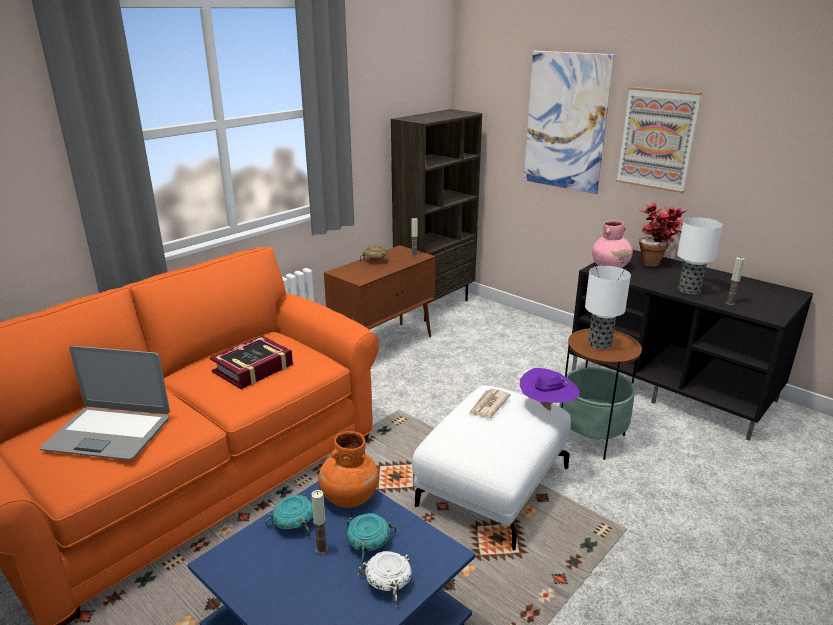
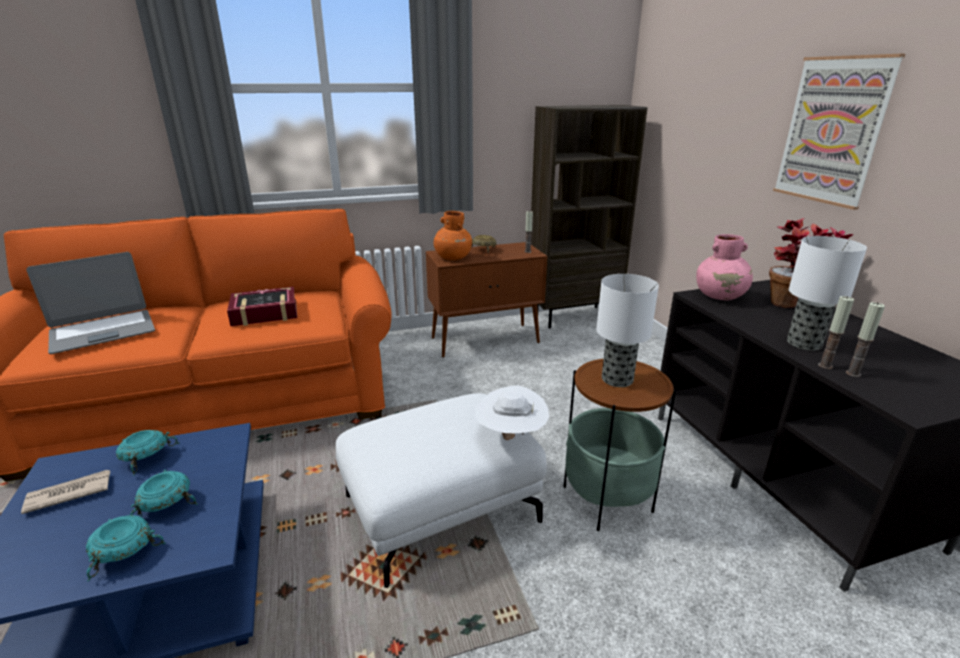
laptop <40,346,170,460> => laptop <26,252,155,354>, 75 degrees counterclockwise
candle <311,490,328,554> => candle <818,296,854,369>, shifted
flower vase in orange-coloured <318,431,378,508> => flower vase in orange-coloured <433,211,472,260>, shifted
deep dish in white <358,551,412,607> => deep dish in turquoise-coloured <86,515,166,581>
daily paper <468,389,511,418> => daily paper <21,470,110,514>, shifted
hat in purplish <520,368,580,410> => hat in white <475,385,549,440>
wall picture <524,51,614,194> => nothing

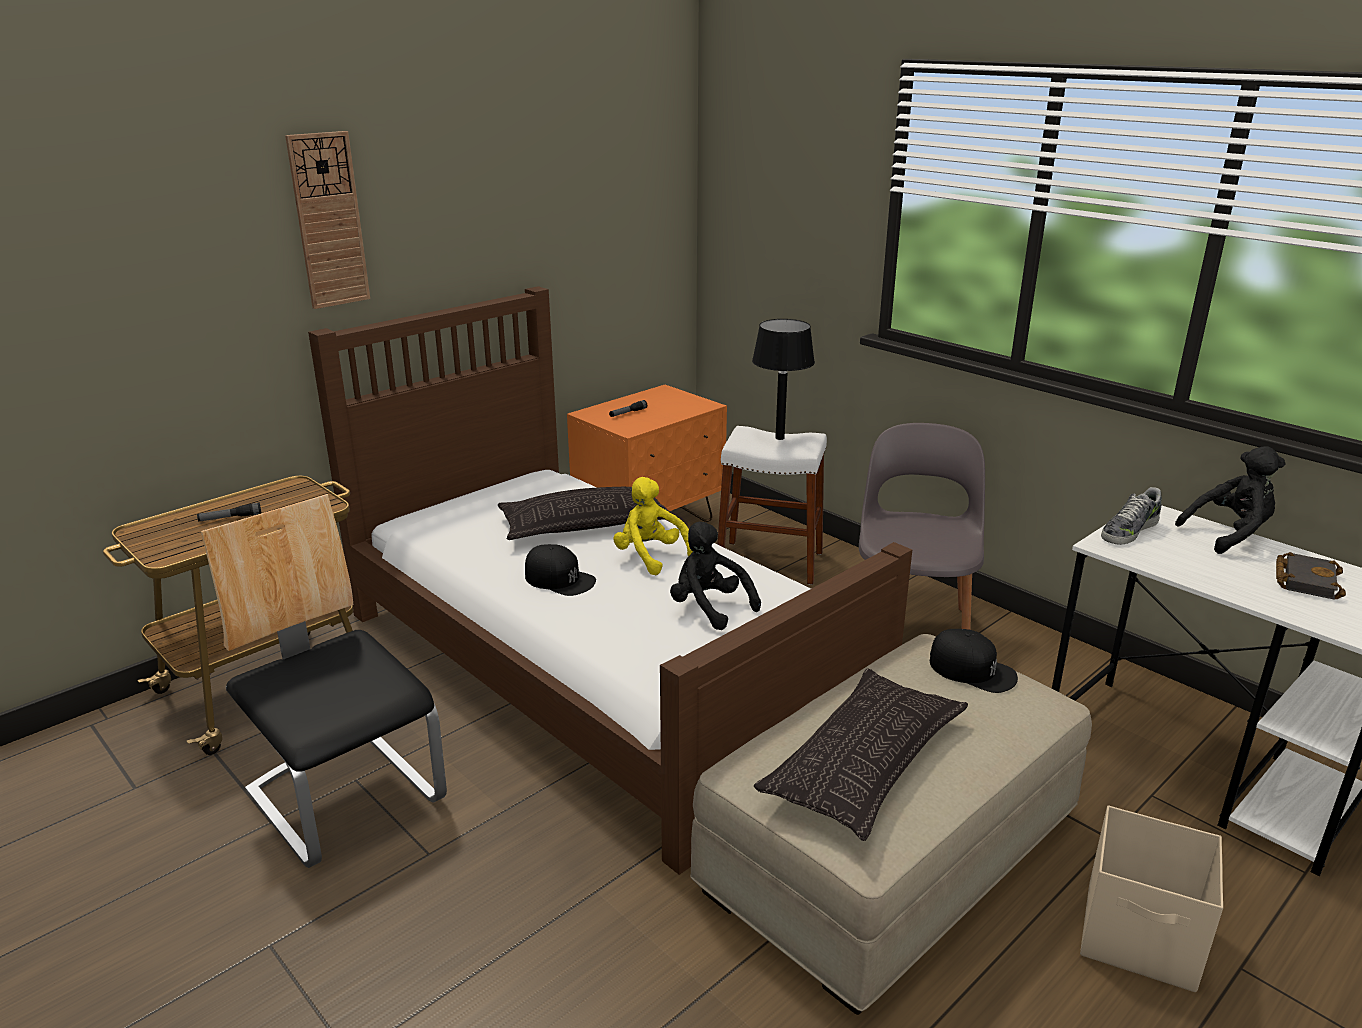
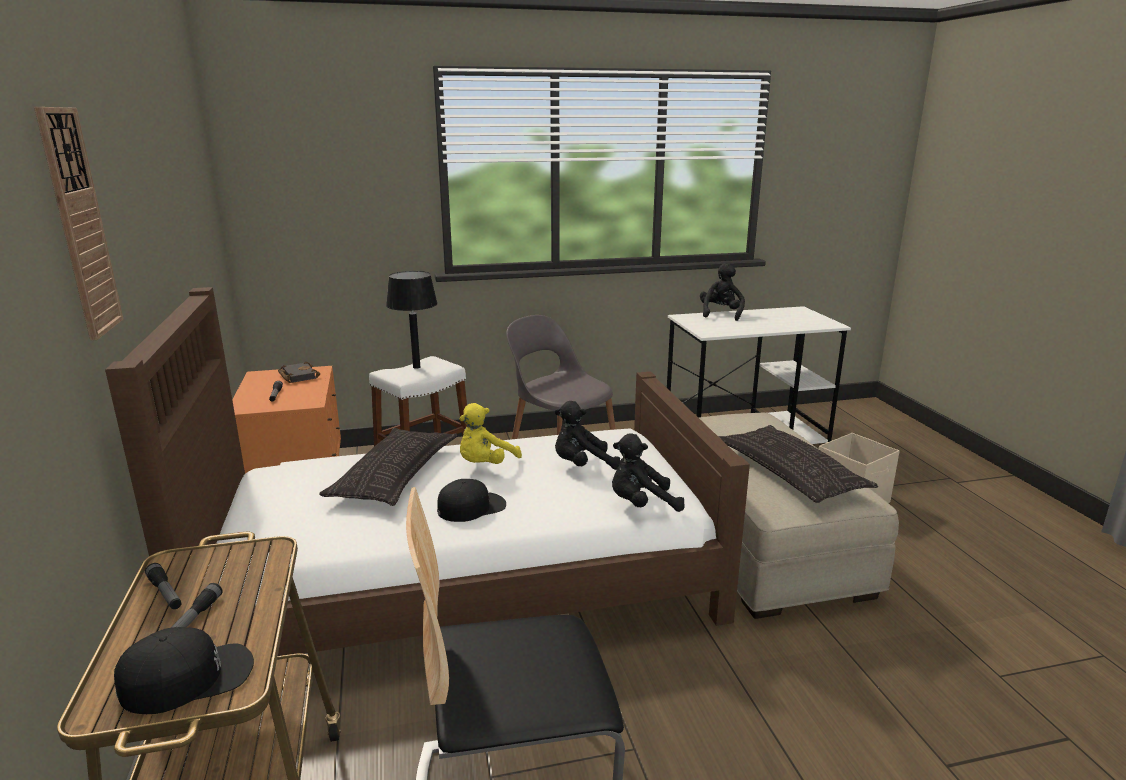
cuddly toy in yellow <613,477,693,575> => cuddly toy in yellow <460,403,522,464>, 45 degrees counterclockwise
baseball cap in blackish <930,629,1018,693> => baseball cap in blackish <114,627,254,714>, shifted
shoe <1101,487,1162,545> => nothing
bound book in blackish <1276,552,1346,600> => bound book in blackish <278,362,320,383>, shifted
nothing => torch <145,563,181,609>
nothing => cuddly toy in blackish <612,433,685,512>

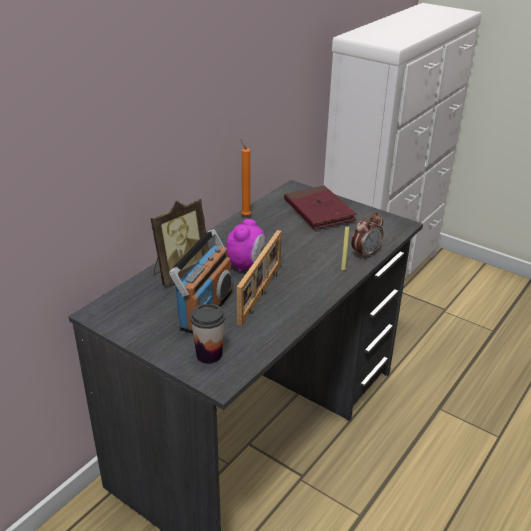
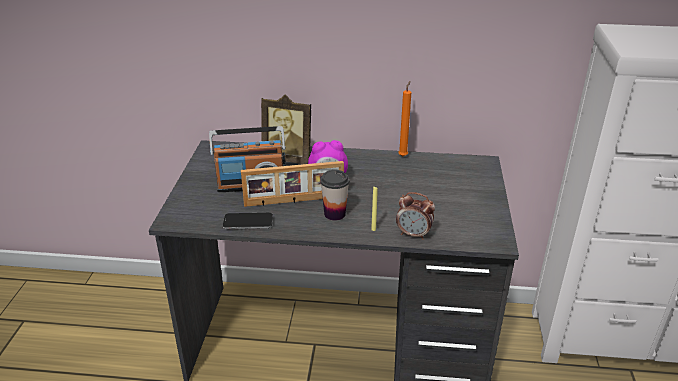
small cup <190,303,225,364> => small cup <320,170,350,221>, shifted
bound book in red <284,185,357,230> => nothing
nothing => telephone <222,213,273,229>

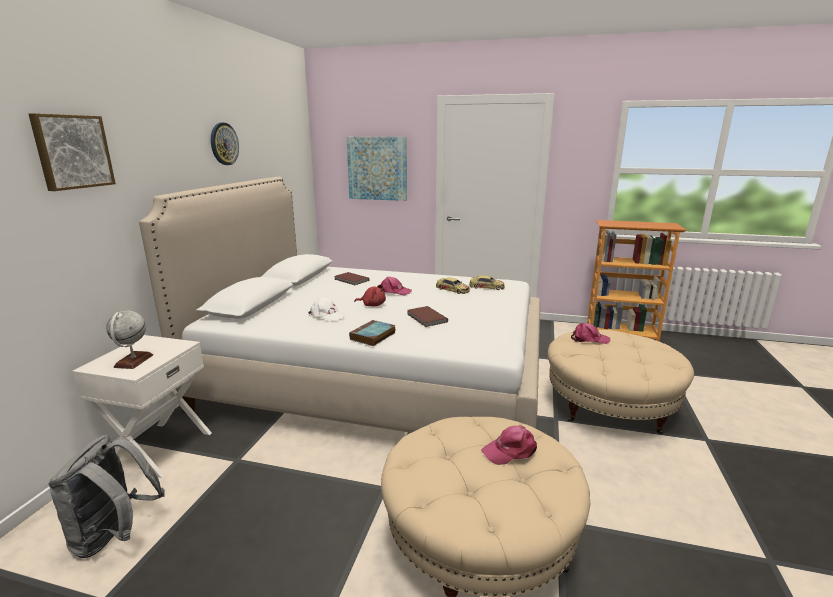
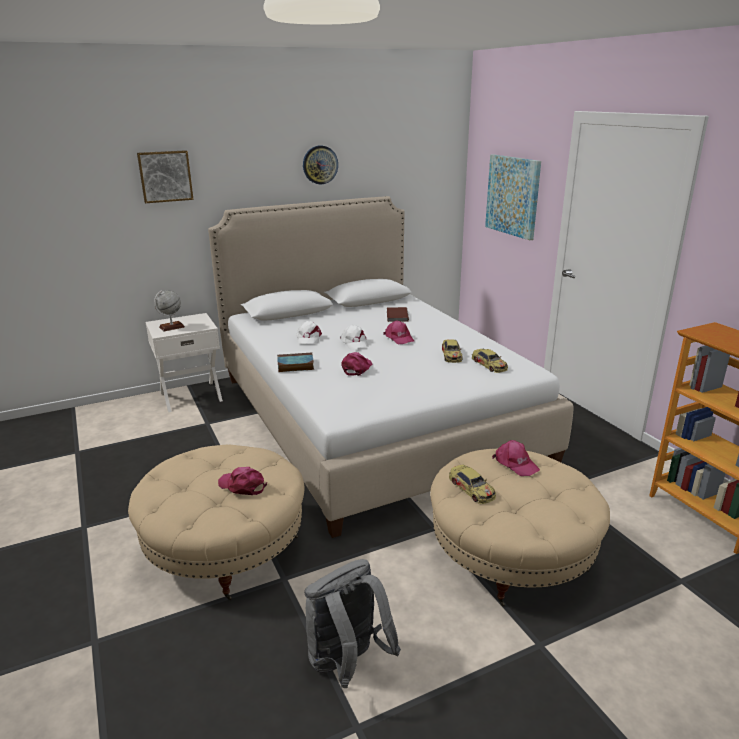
backpack in gray <48,434,165,558> => backpack in gray <304,559,401,688>, shifted
cuddly toy in red <354,284,386,306> => baseball cap in white <340,325,369,349>
bound book in brownish <407,306,448,327> => baseball cap in pink <341,352,372,376>
nothing => miniature car <449,465,496,504>

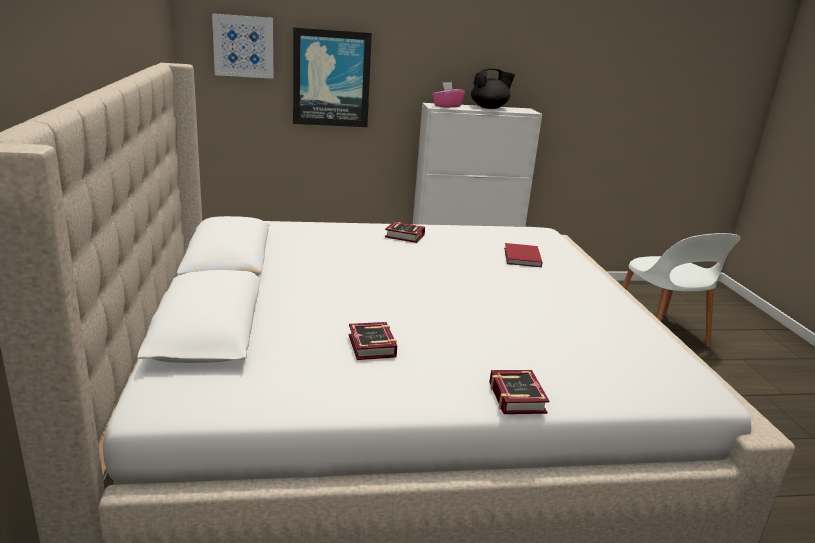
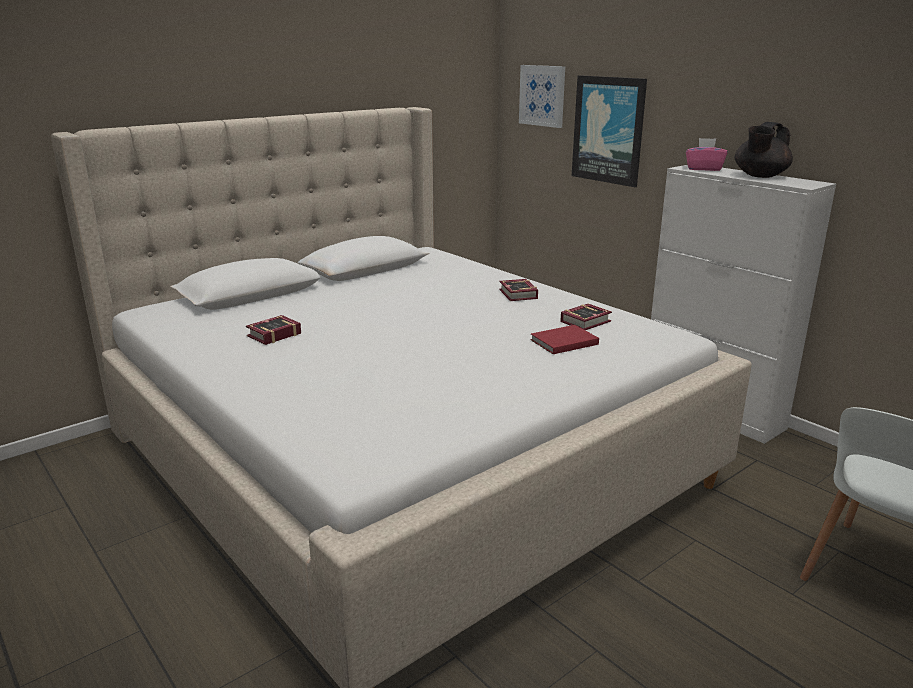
pot for tea in blackish <471,68,515,109> => pot for tea in blackish <735,122,793,178>, 90 degrees clockwise
bound book <489,370,549,414> => bound book <560,304,612,330>, shifted

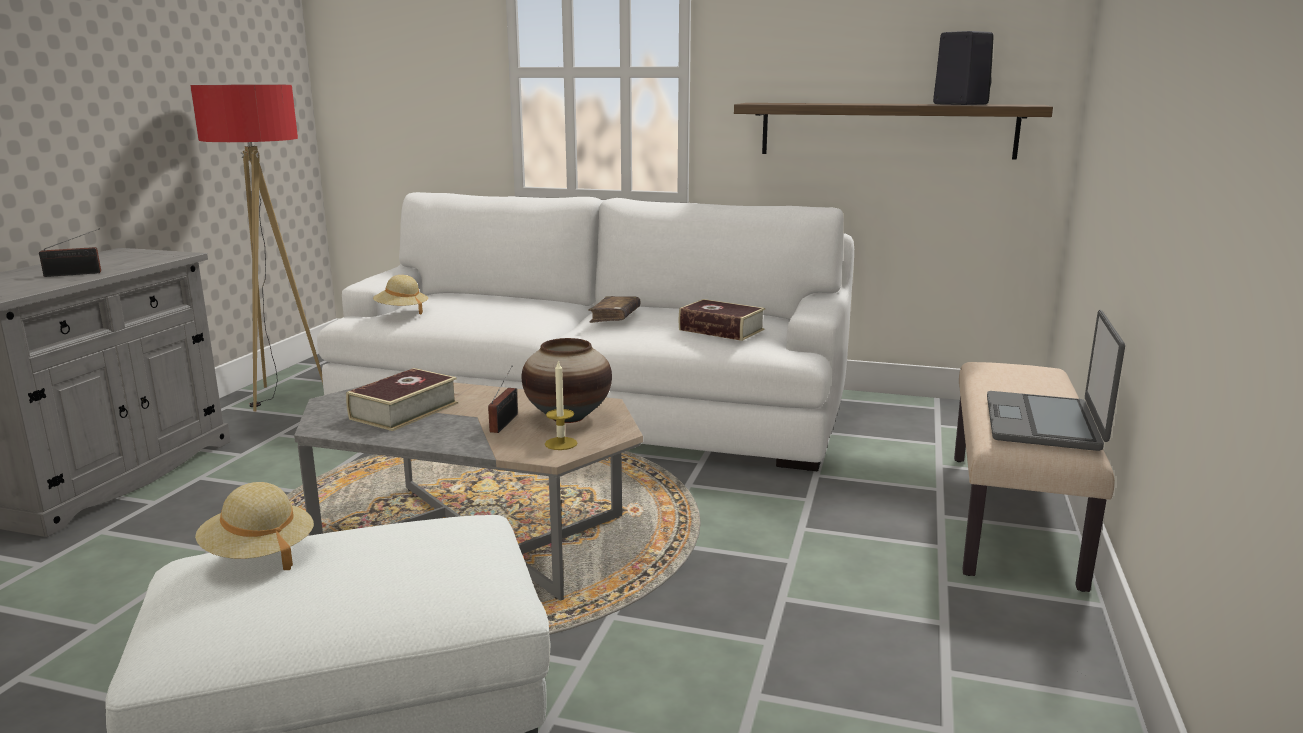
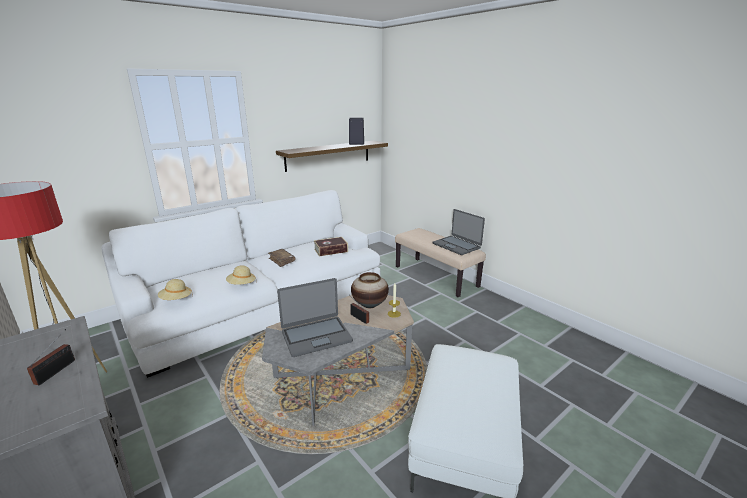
hat in beige-coloured <195,482,314,570> => hat in beige-coloured <226,265,257,285>, shifted
bound book <346,368,458,431> => laptop <277,278,353,357>

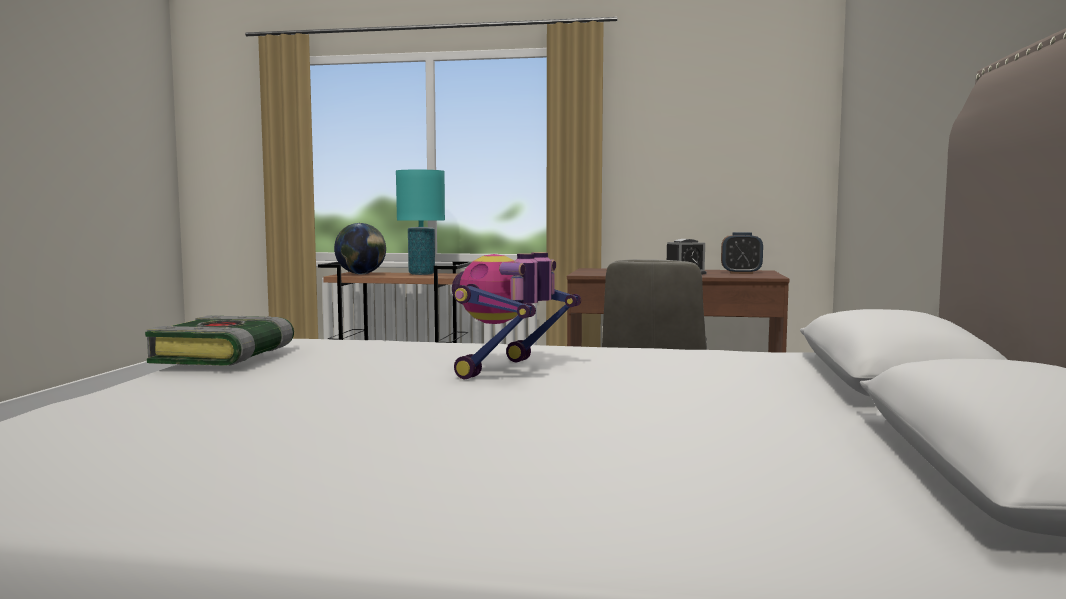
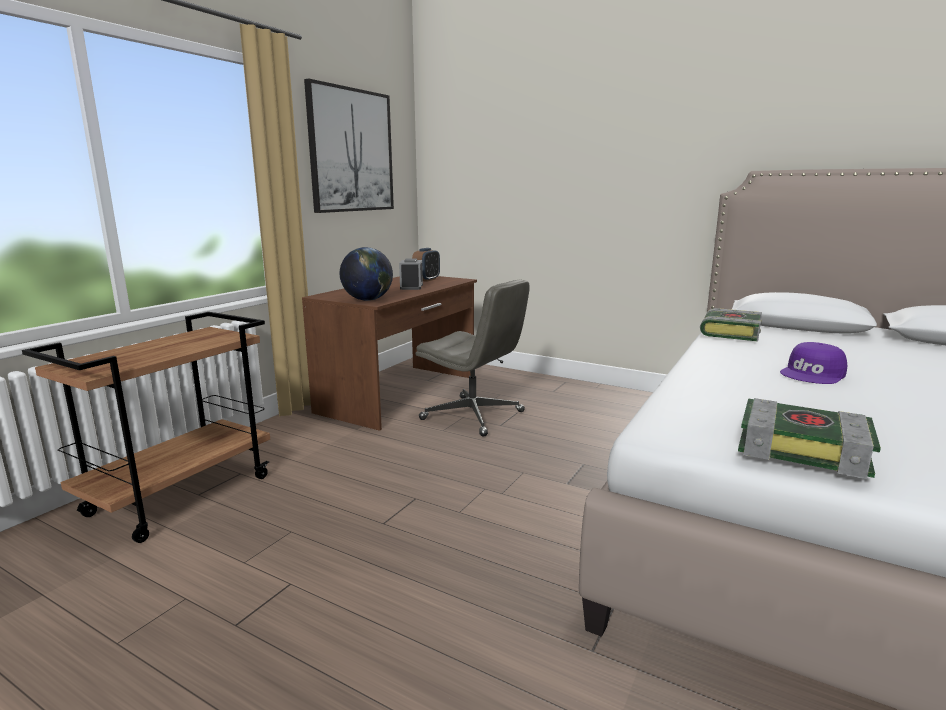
desk globe <334,223,386,274> => desk globe <340,247,393,301>, shifted
lamp for a table in turquoise-coloured <396,170,445,275> => nothing
toy robot <452,252,581,379> => baseball cap in purplish <780,342,847,384>
nothing => wall picture <304,79,394,213>
nothing => bound book <700,308,762,341>

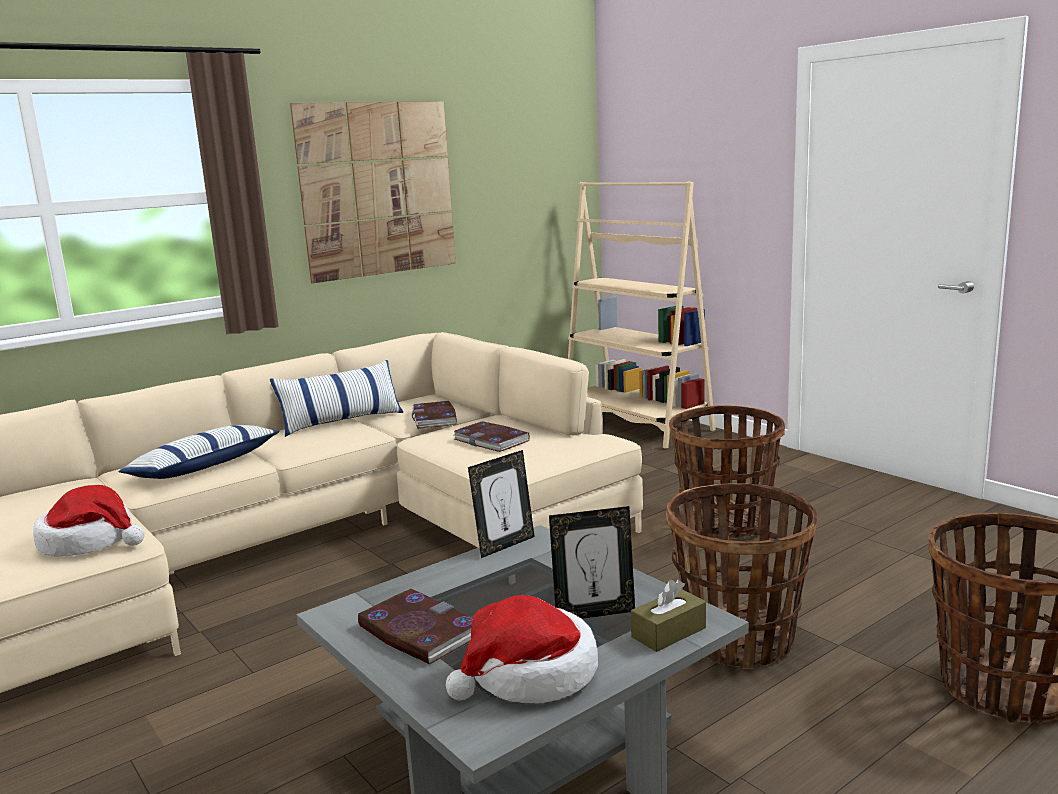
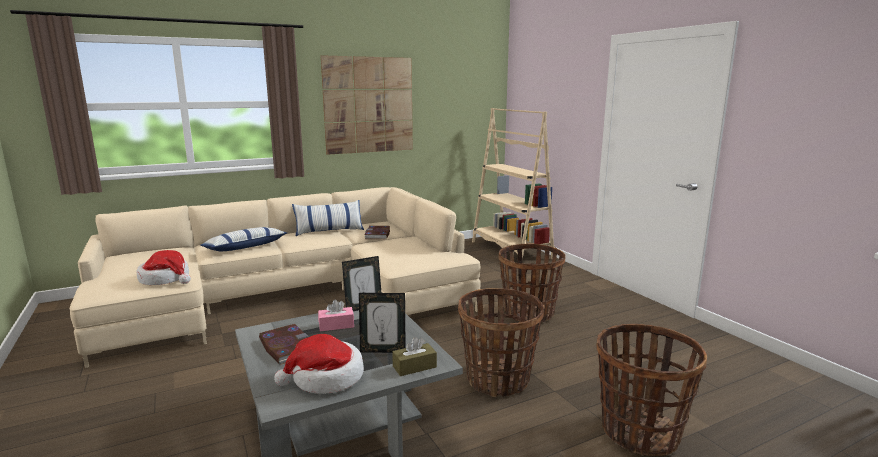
bound book <452,421,530,452> => nothing
nothing => box of tissues in pink <318,300,354,331>

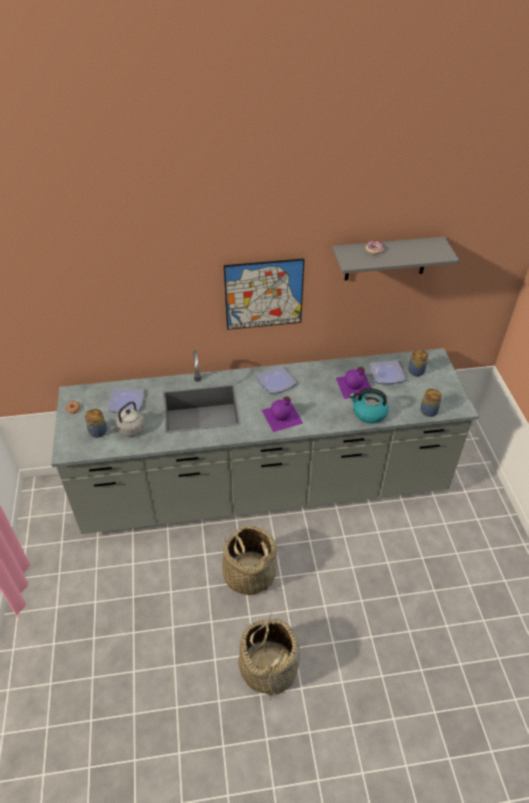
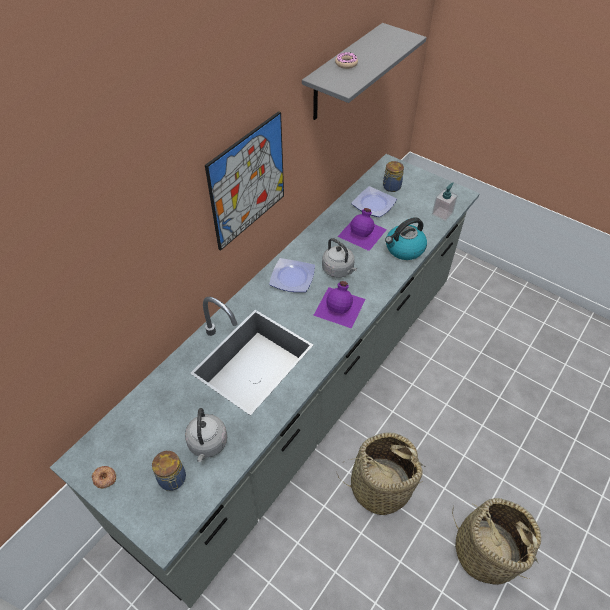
plate <108,389,144,413> => nothing
preserve jar <420,388,442,417> => liquid soap bottle <432,182,458,221>
nothing => water kettle in gray <322,238,357,278>

